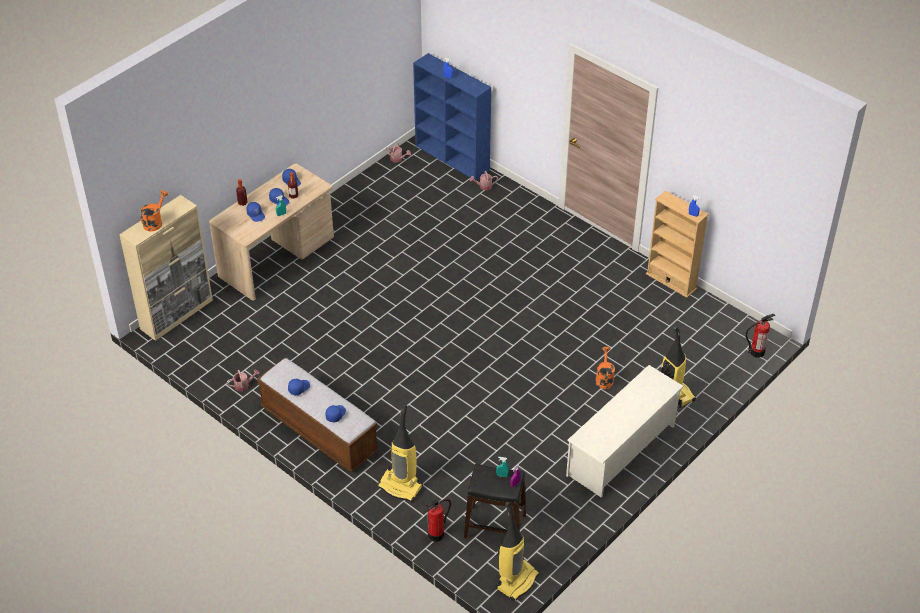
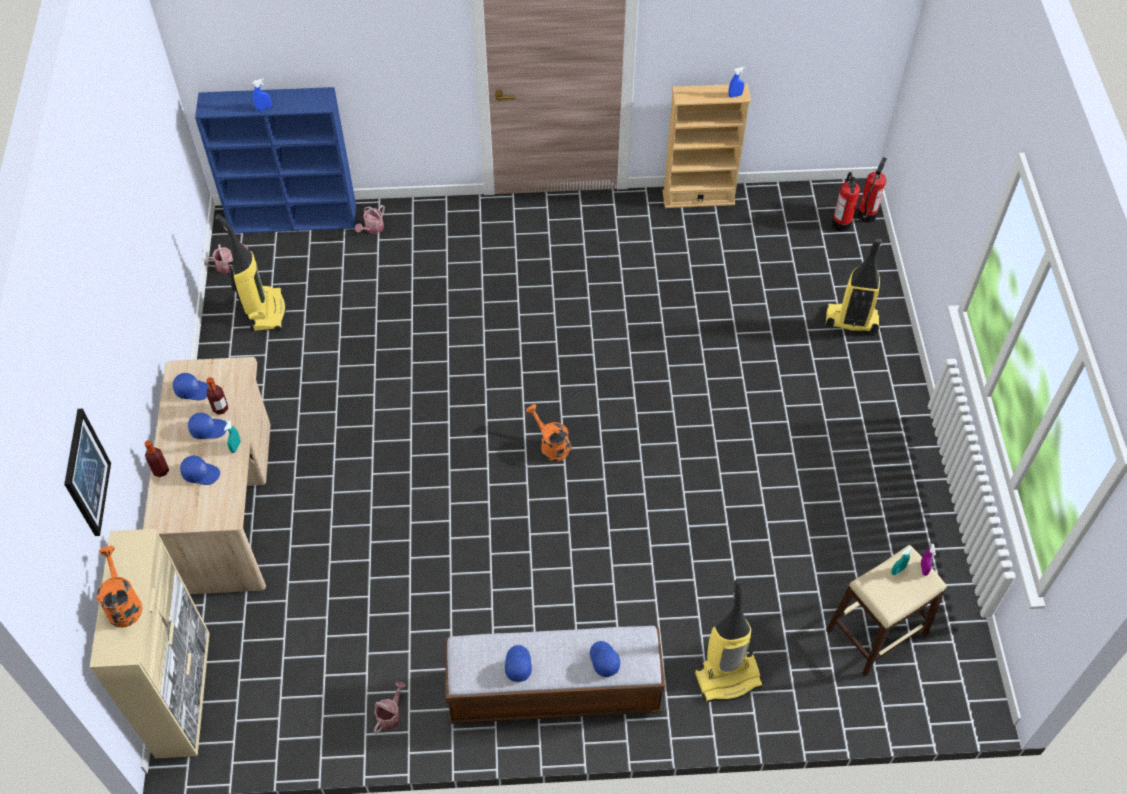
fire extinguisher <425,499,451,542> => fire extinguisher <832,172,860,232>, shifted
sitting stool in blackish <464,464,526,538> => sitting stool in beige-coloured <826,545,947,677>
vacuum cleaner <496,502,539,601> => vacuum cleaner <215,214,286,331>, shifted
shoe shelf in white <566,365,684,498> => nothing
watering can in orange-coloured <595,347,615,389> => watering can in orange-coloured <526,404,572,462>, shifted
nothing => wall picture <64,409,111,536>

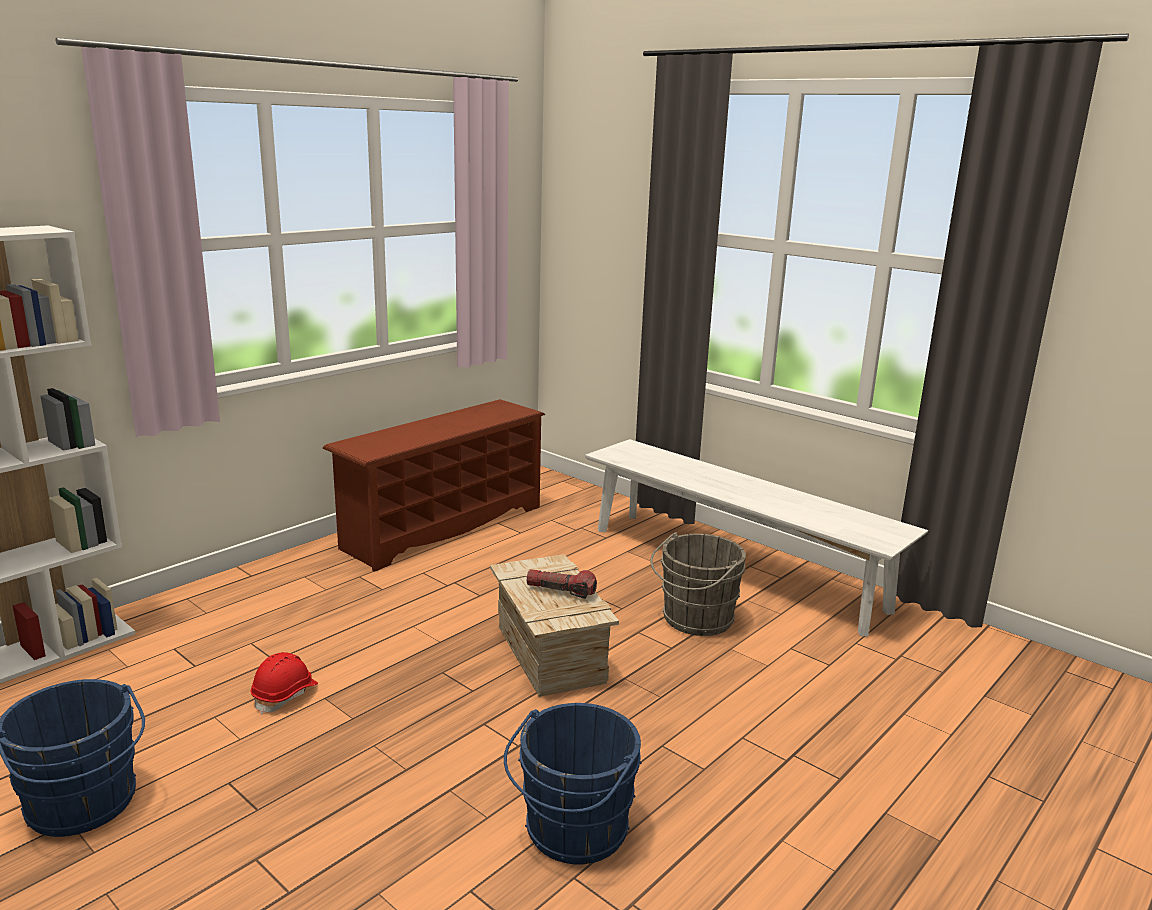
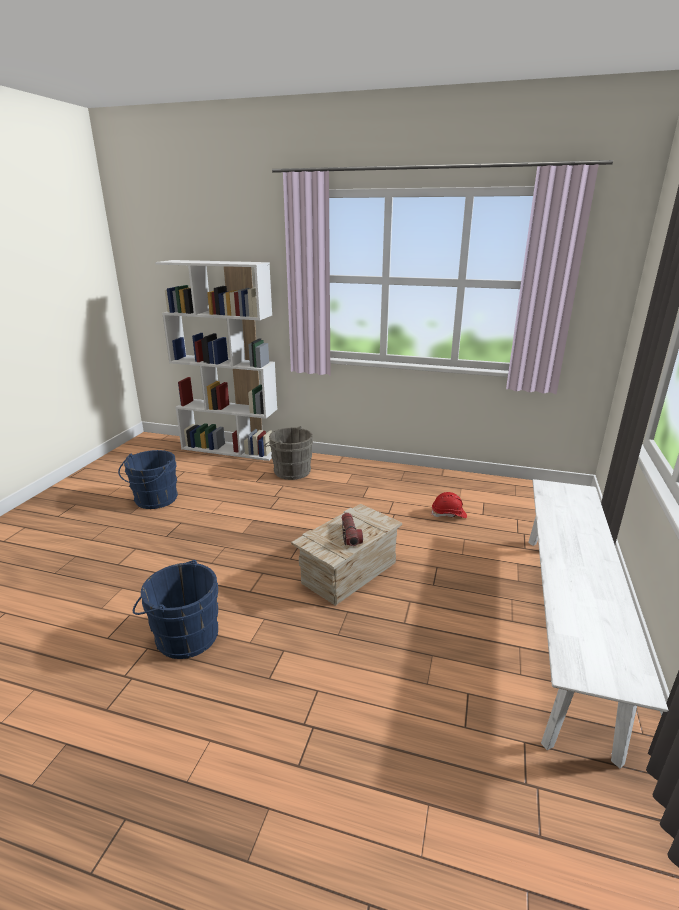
hard hat in red <251,652,318,715> => hard hat in red <431,492,467,518>, shifted
shoe shelf in brownish <323,399,545,572> => nothing
water bucket in gray <650,532,746,636> => water bucket in gray <264,426,313,480>, shifted

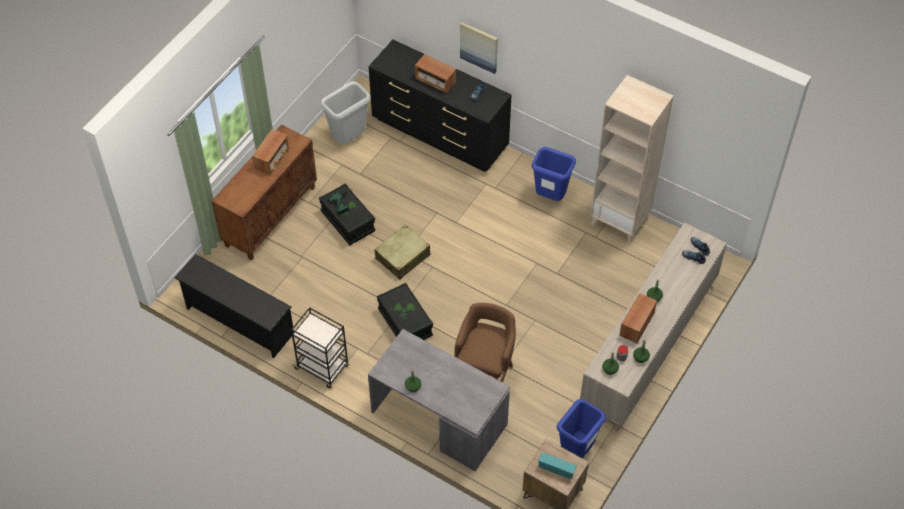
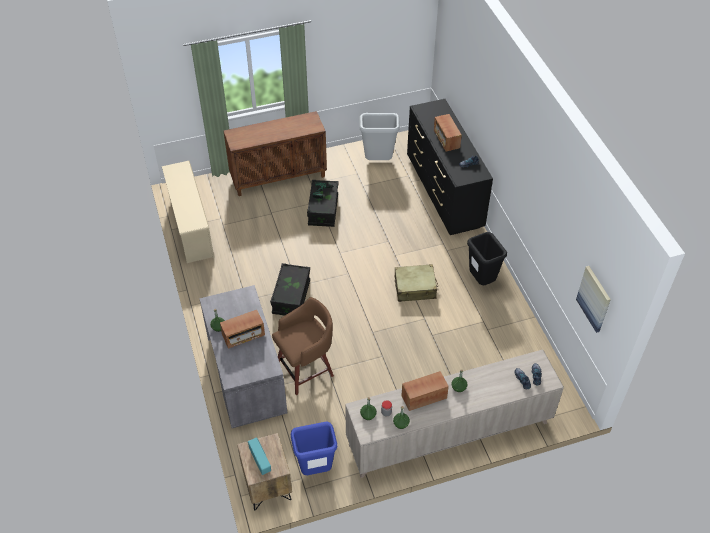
shoe shelf in blackish <174,254,294,358> => shoe shelf in beige-coloured <162,161,214,263>
radio receiver <252,129,289,175> => radio receiver <220,310,265,349>, shifted
trolley in blackish <291,307,349,388> => nothing
suitcase in beige-coloured <375,225,430,280> => suitcase in beige-coloured <395,264,438,302>, shifted
wall picture <460,22,498,74> => wall picture <576,266,611,333>, shifted
trash can in bluish <532,147,576,201> => trash can in blackish <467,232,507,285>
bookshelf in beige-coloured <590,75,673,243> => nothing

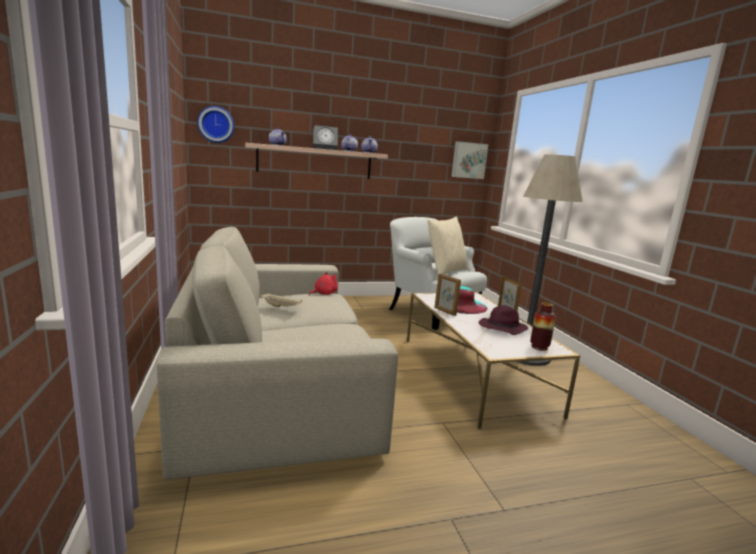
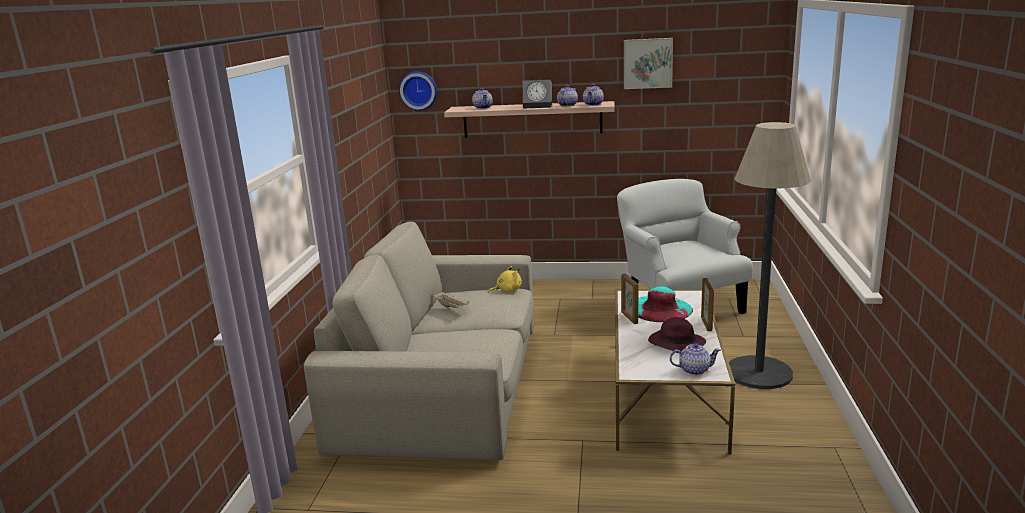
cuddly toy in red <309,272,338,295> => cuddly toy in yellow <488,266,522,293>
cushion in beige-coloured <427,216,468,275> => nothing
wall picture <451,141,488,179> => wall picture <624,38,673,89>, shifted
flower vase <530,303,556,351> => pot for tea <670,343,721,375>

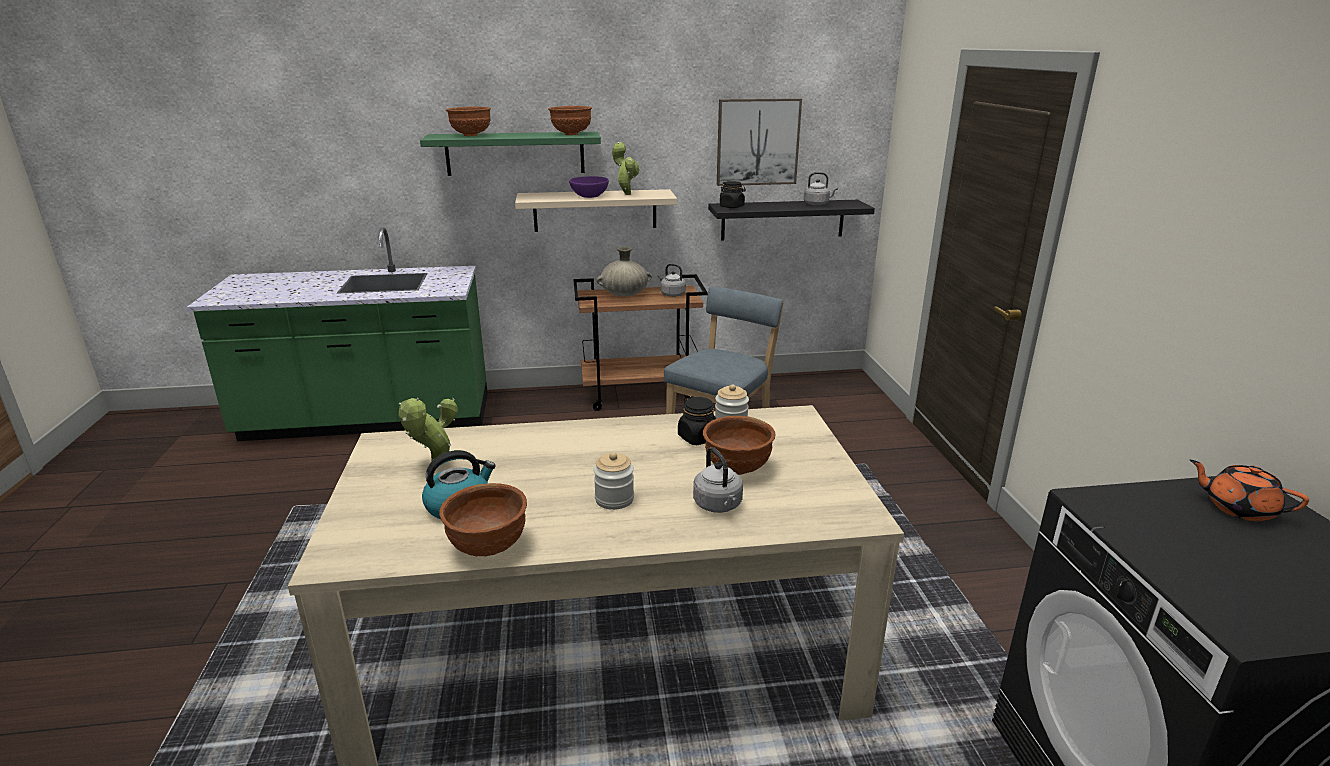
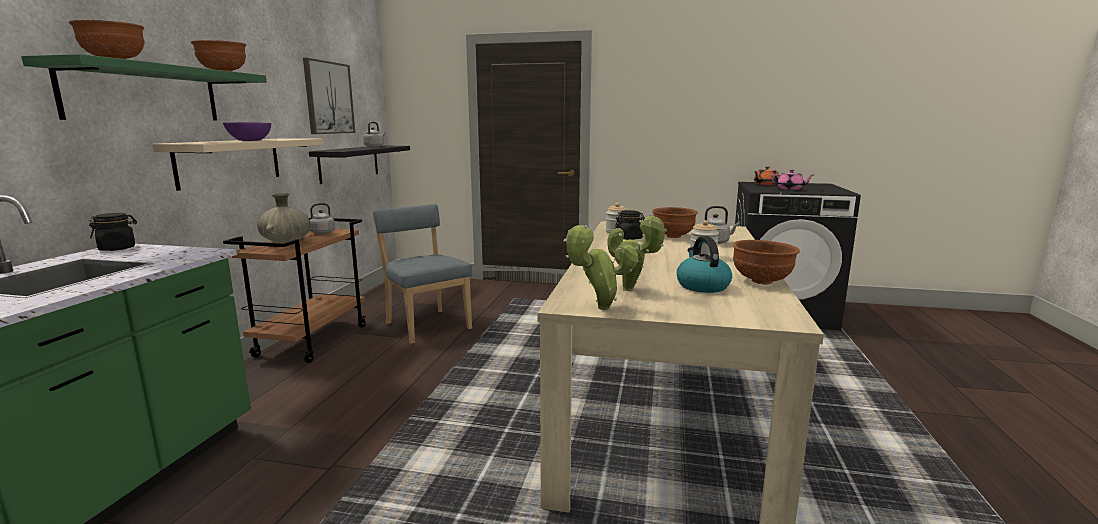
plant in a pot <612,142,640,195> => plant in a pot <564,225,638,310>, shifted
preserve jar in blackish <720,181,746,208> => preserve jar in blackish <89,213,137,251>, shifted
nothing => pot for tea in pink <771,170,813,190>

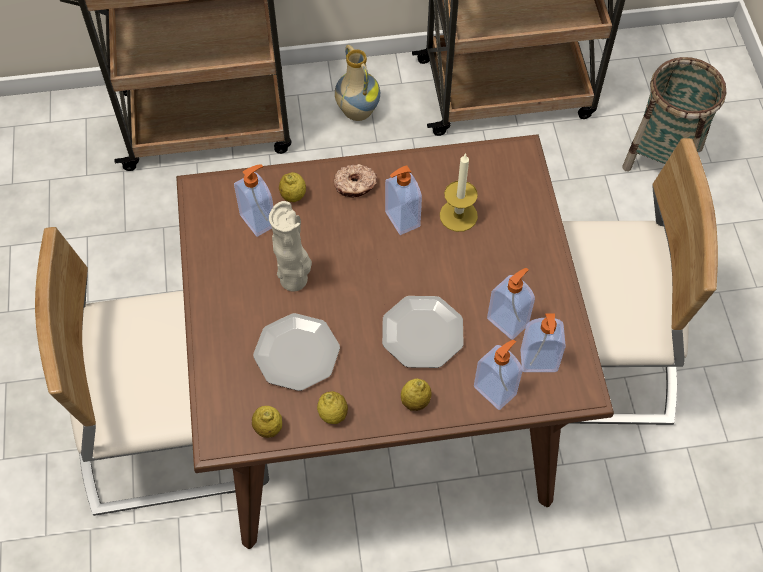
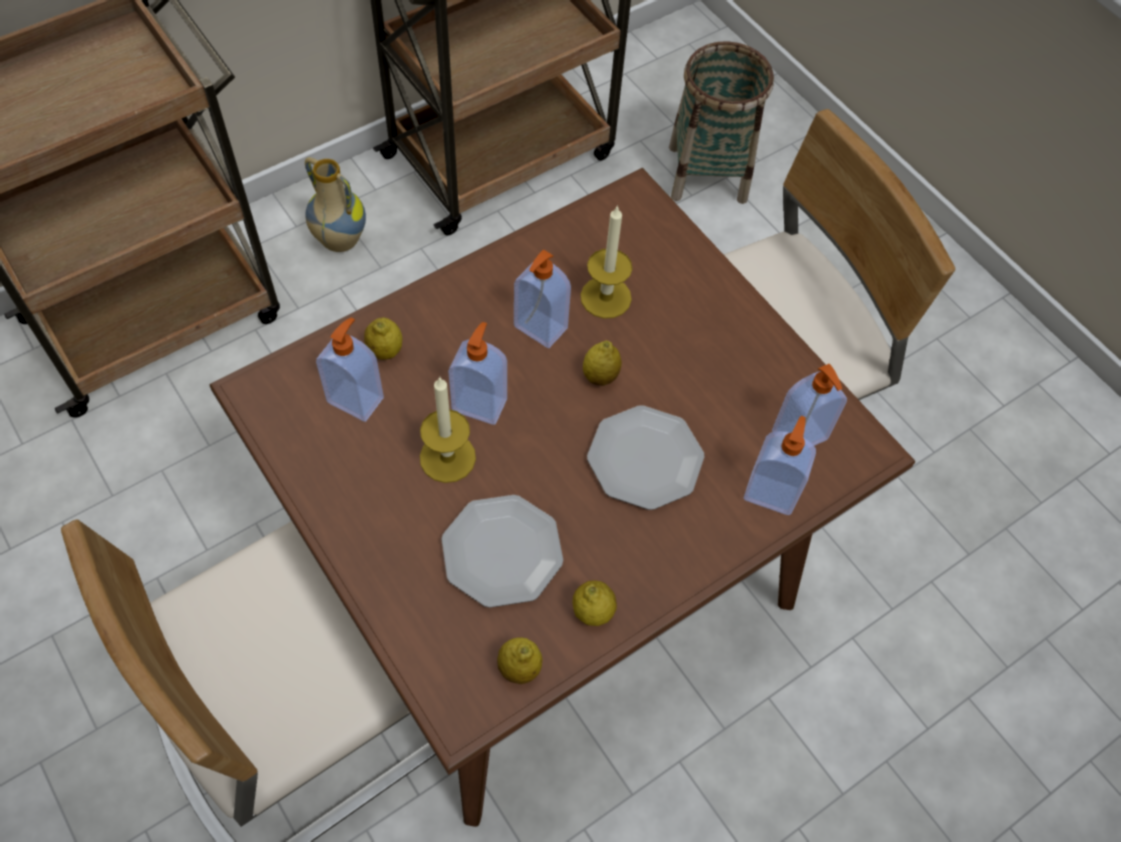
flower vase in beige-coloured <269,201,312,292> => candle <420,377,476,483>
doughnut <334,164,377,198> => nothing
lemon <401,379,432,411> => lemon <583,340,622,386>, shifted
liquid soap bottle <487,268,535,340> => liquid soap bottle <448,322,507,425>, shifted

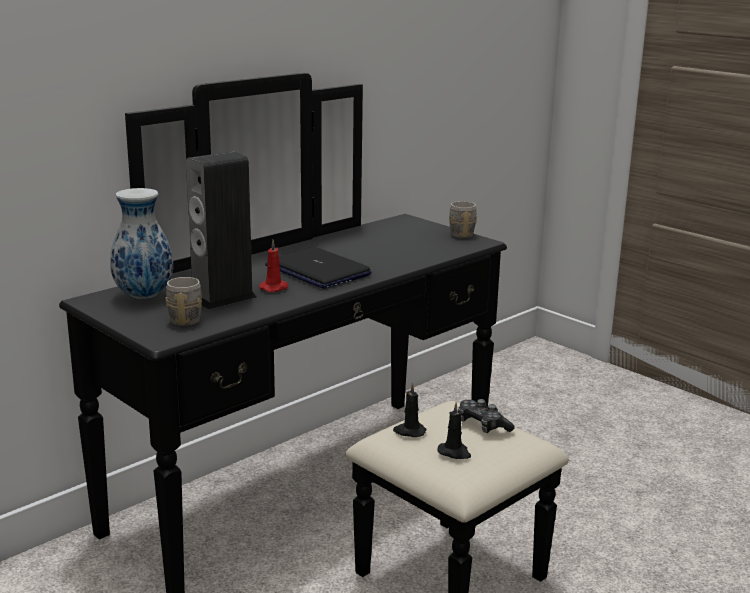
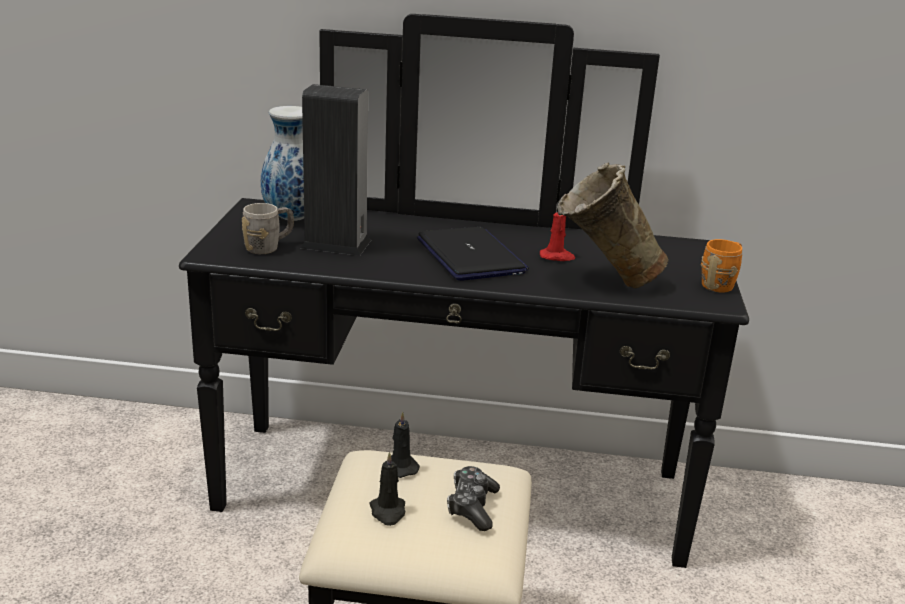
candle in red <259,239,288,292> => candle in red <540,212,575,261>, shifted
laptop <265,247,372,289> => laptop <417,227,529,281>, 150 degrees clockwise
mug in gray <449,201,477,238> => mug in orange-coloured <701,239,742,293>
nothing => flower vase in beige-coloured <556,163,669,289>

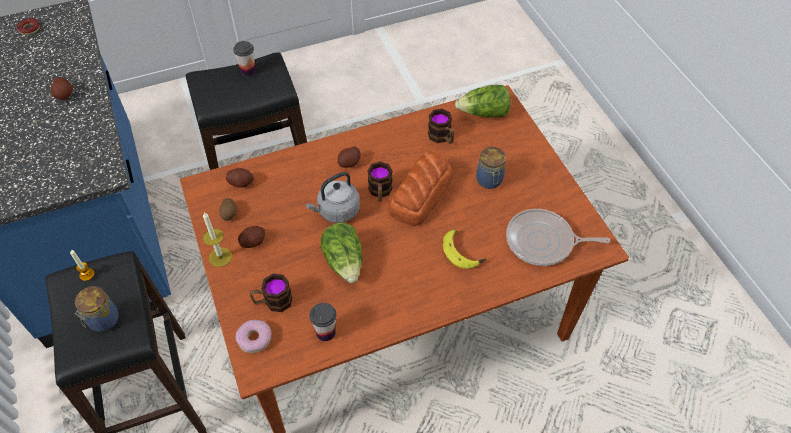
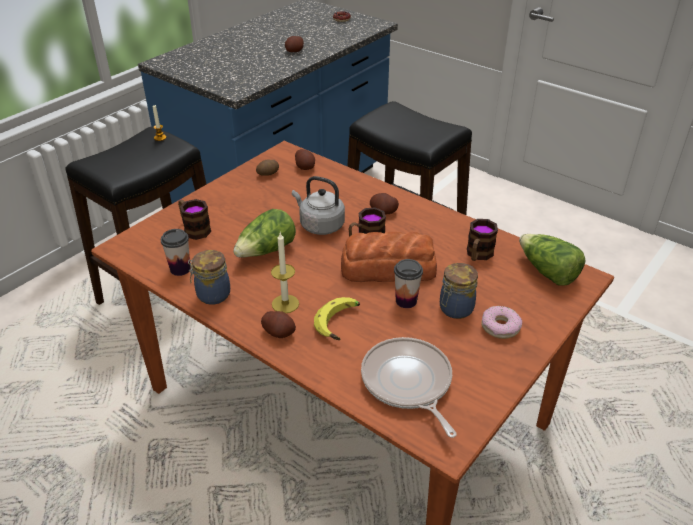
preserve jar <75,286,119,332> => preserve jar <188,250,230,305>, shifted
candle <203,212,232,267> => candle <271,233,299,313>, shifted
small cup <233,41,256,76> => small cup <394,259,423,308>, shifted
doughnut <236,320,271,353> => doughnut <481,306,522,339>, shifted
potato <238,226,265,248> => potato <261,311,296,338>, shifted

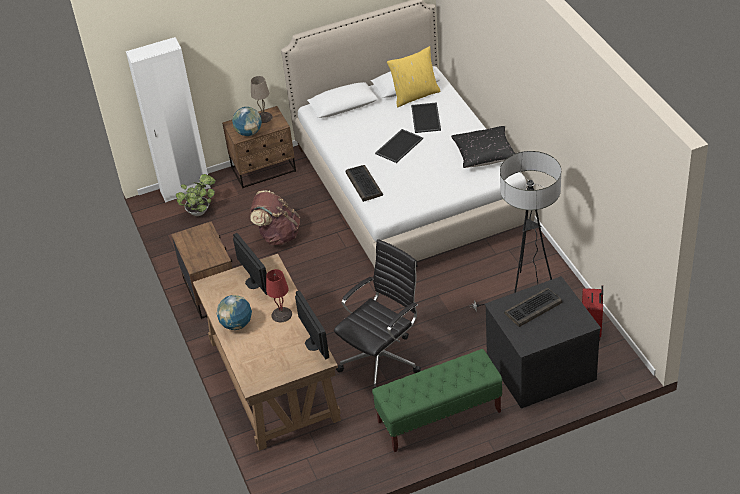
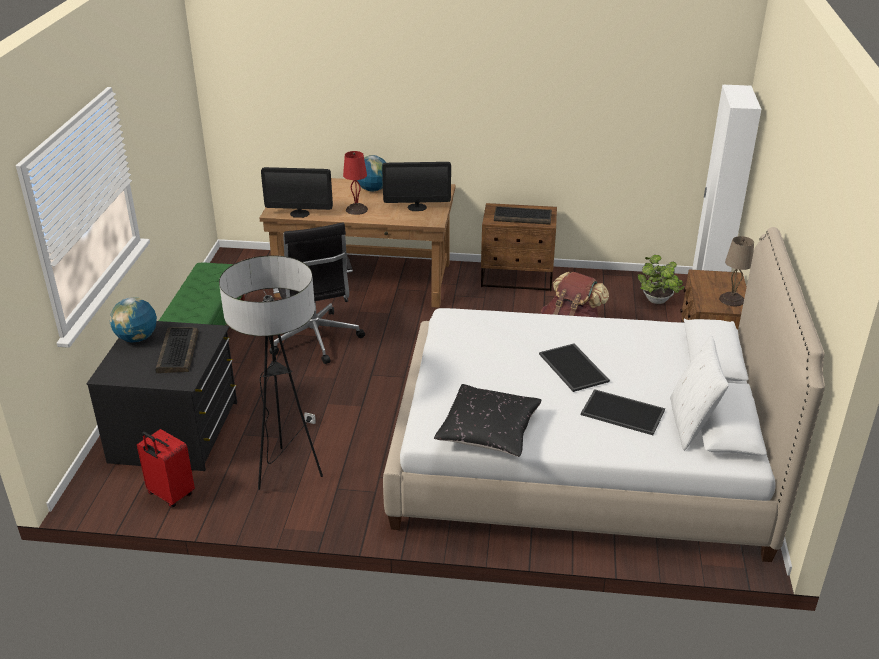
desk globe <232,107,262,136> => desk globe <110,297,157,342>, shifted
PC keyboard <346,165,383,202> => PC keyboard <494,206,552,225>, shifted
cushion in yellow <387,46,441,107> => cushion in white <670,335,729,451>

